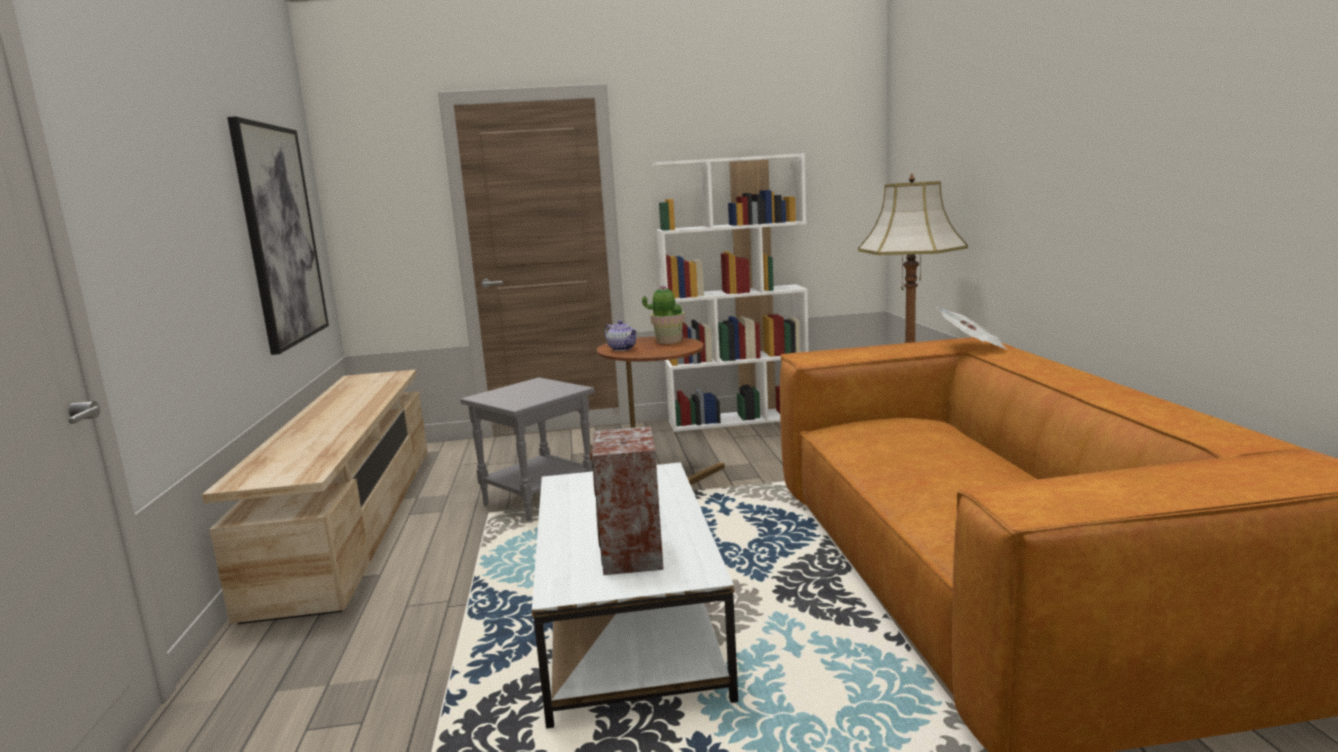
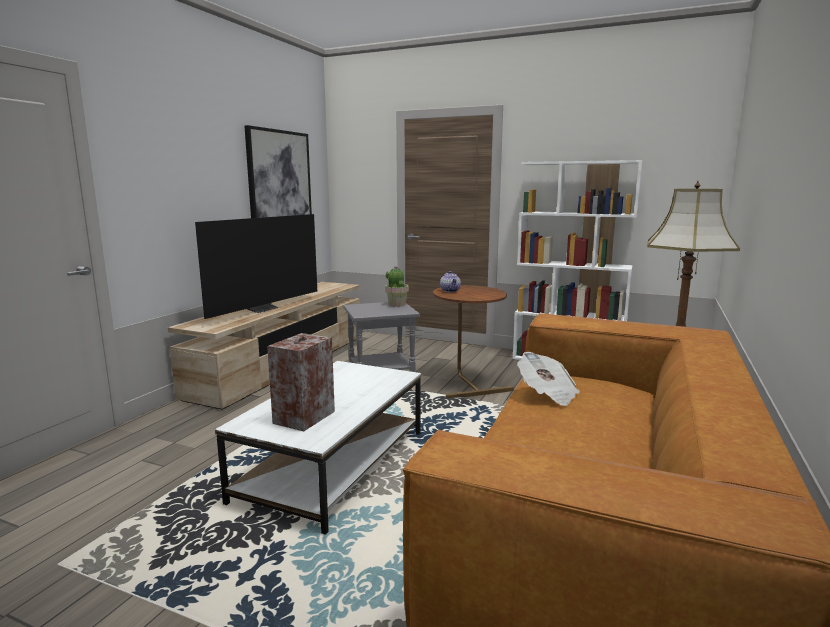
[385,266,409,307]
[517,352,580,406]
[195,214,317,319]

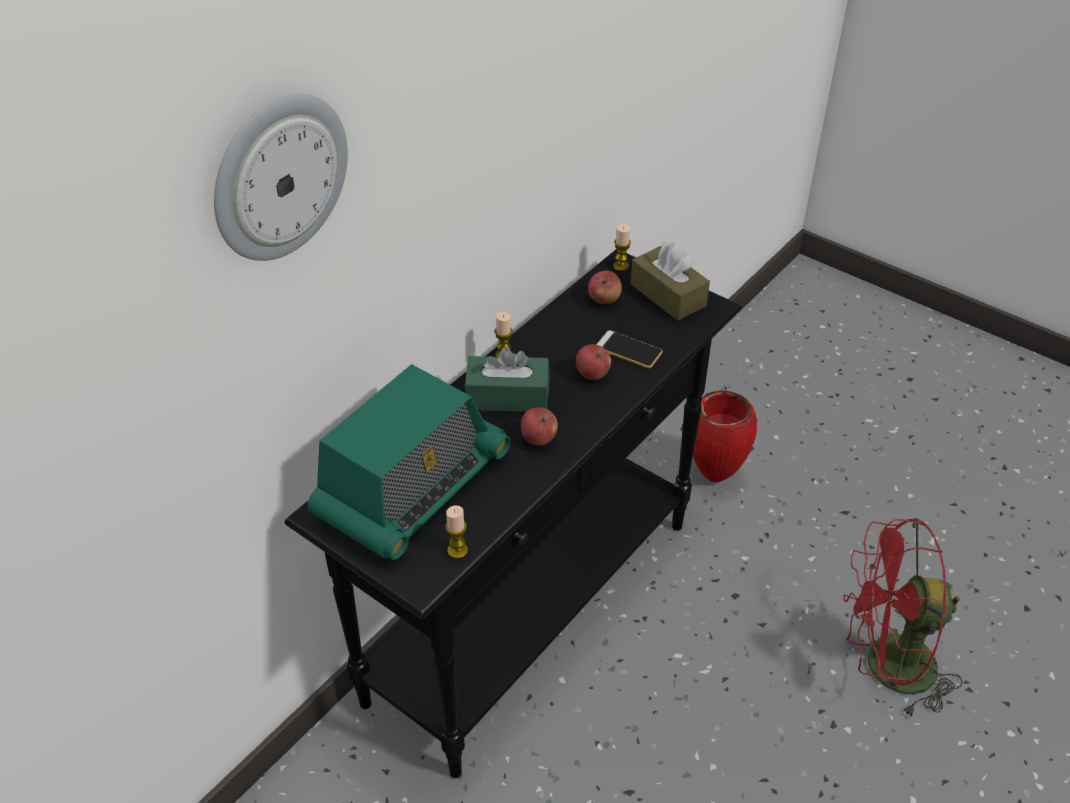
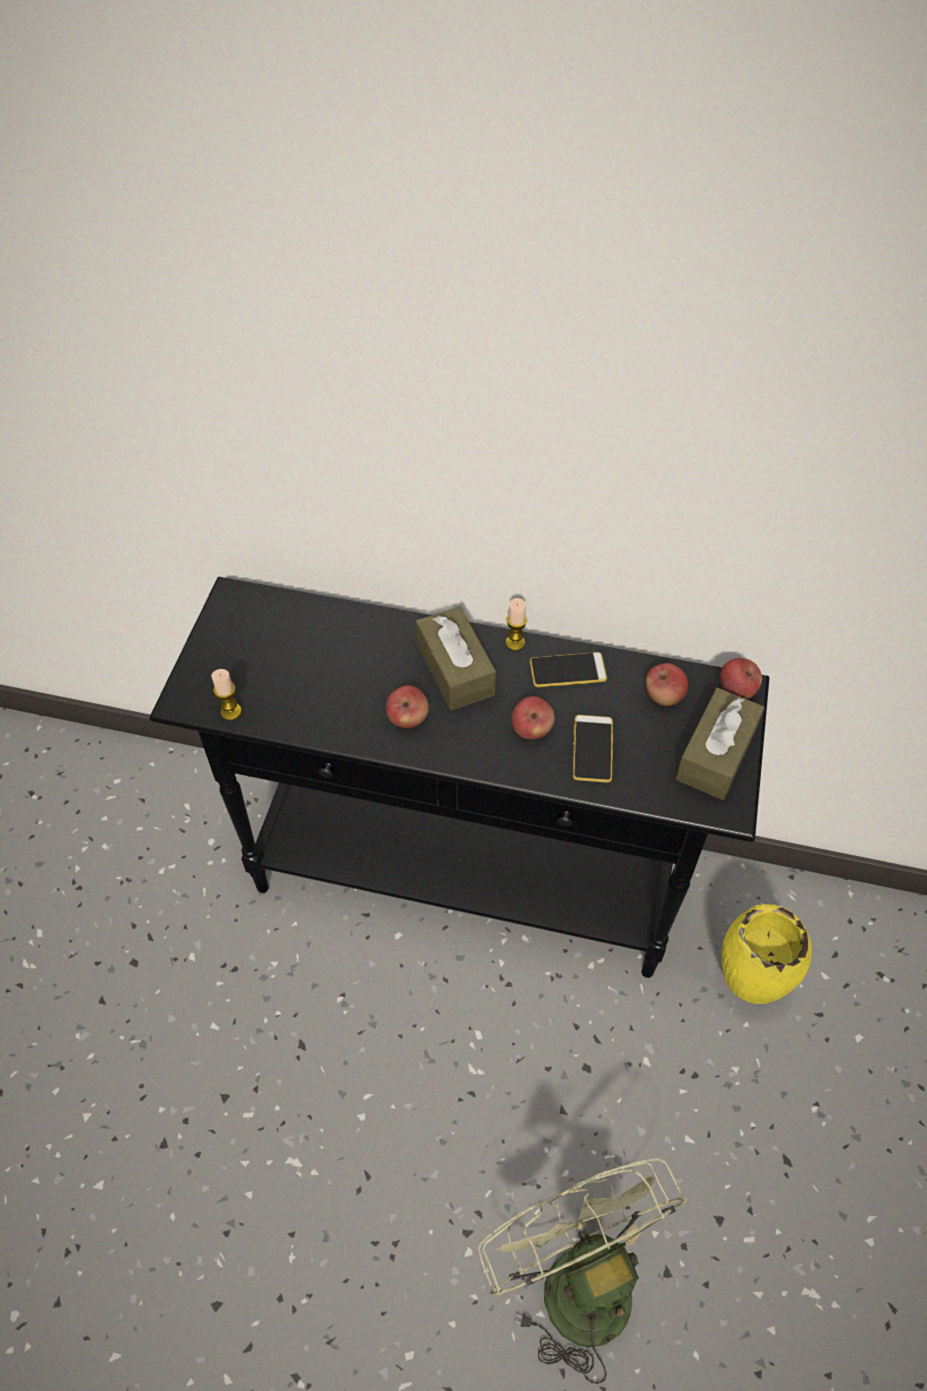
[214,94,348,261] (first image)
[719,658,762,699]
[416,606,496,710]
[307,364,511,560] (first image)
[721,904,812,1004]
[478,1158,686,1384]
[530,652,607,687]

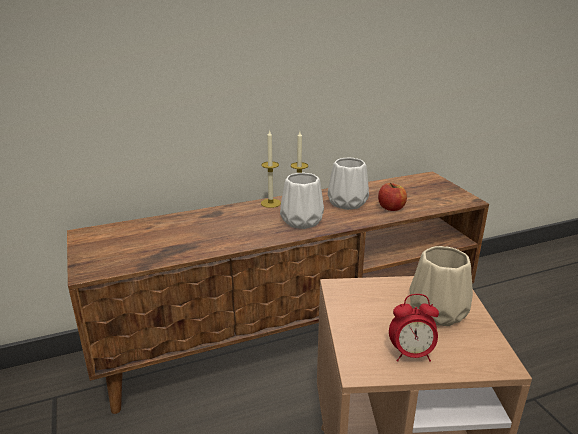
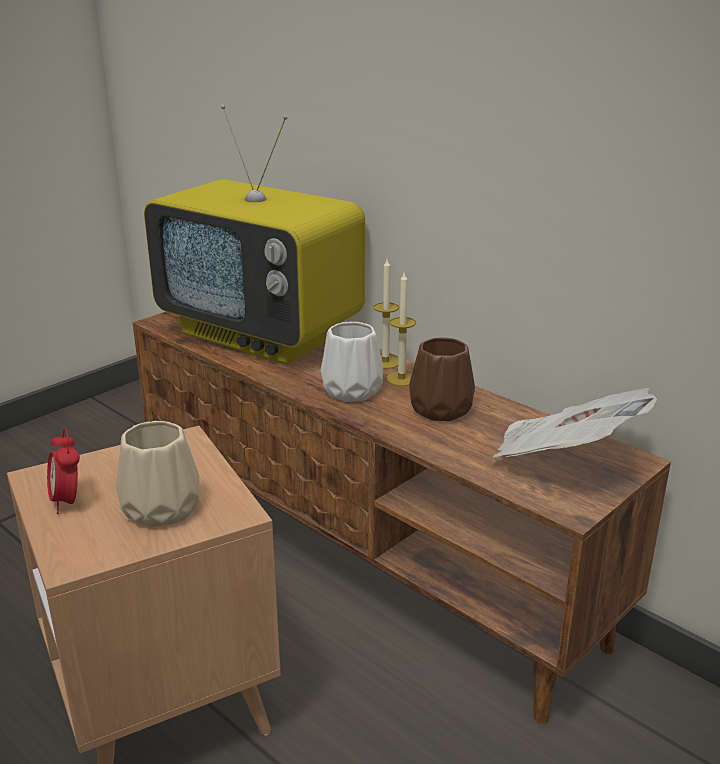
[409,337,475,421]
[378,183,407,211] (first image)
[144,105,365,364]
[492,388,657,458]

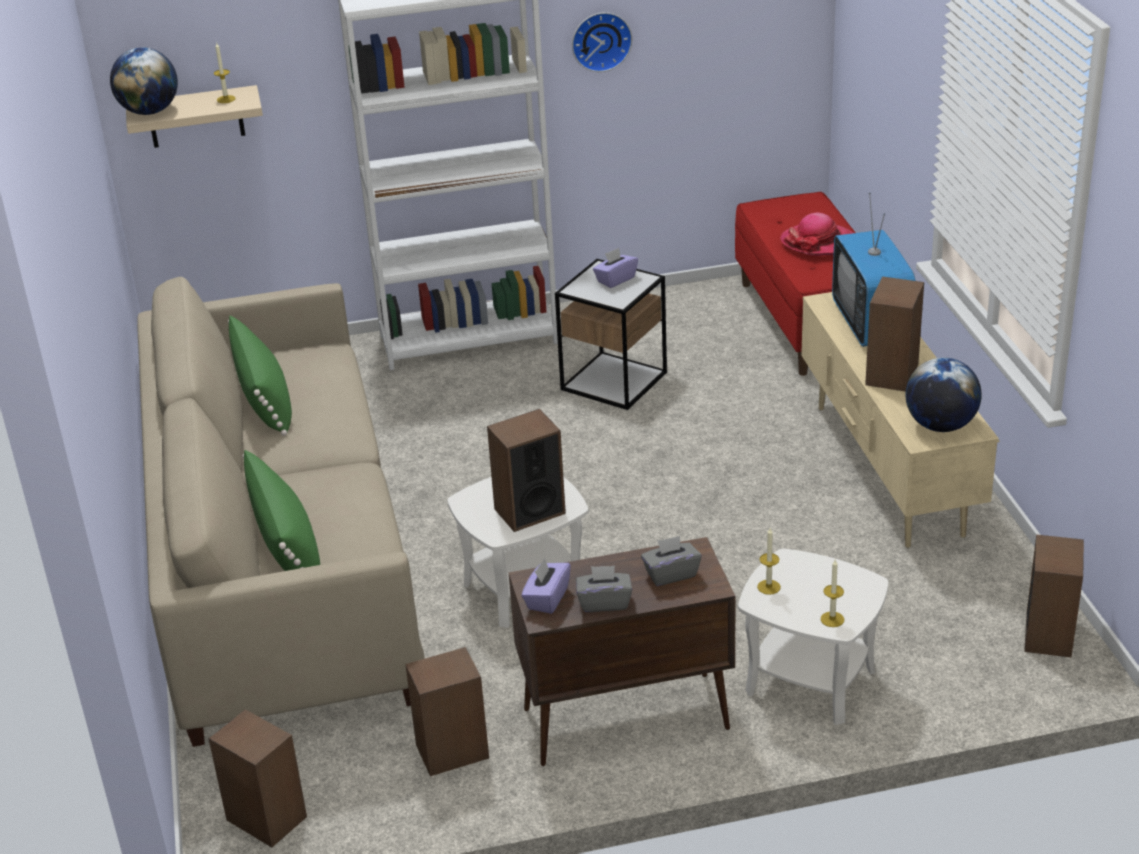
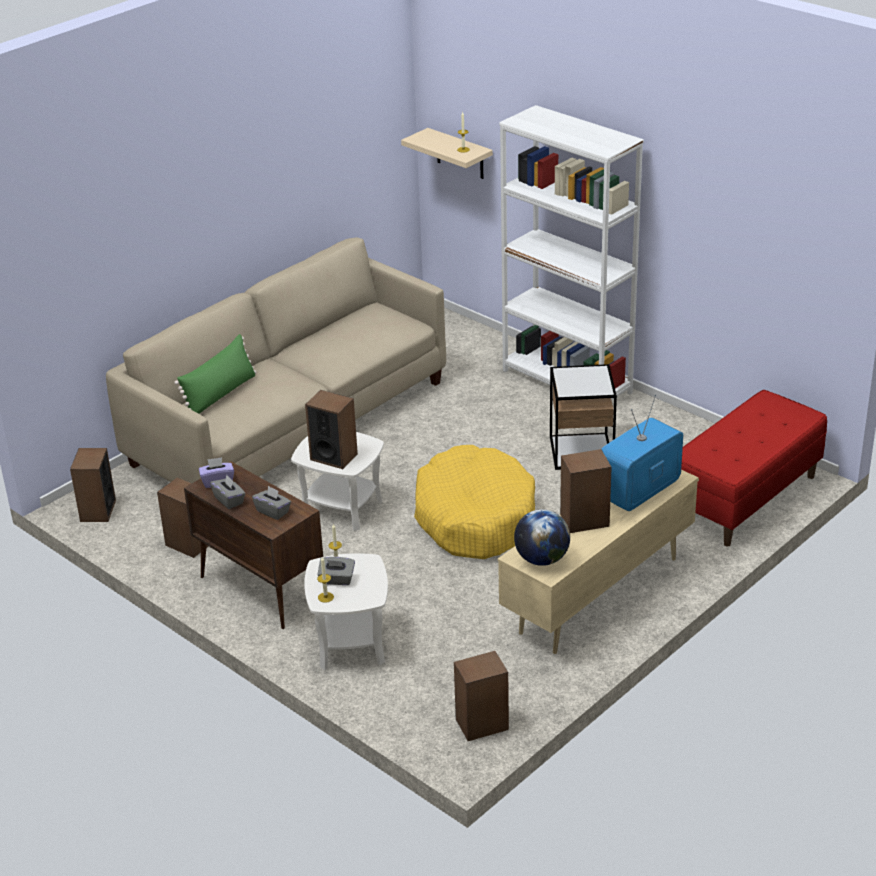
[572,12,632,72] (first image)
[110,47,178,115] (first image)
[780,213,853,256] (first image)
[593,248,638,288] (first image)
[228,316,292,436] (first image)
[414,445,535,559]
[317,557,355,585]

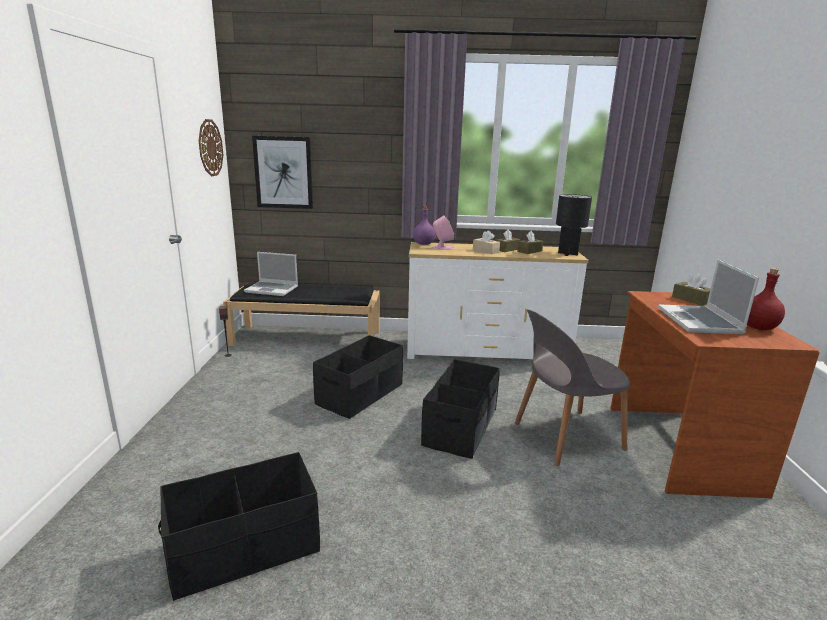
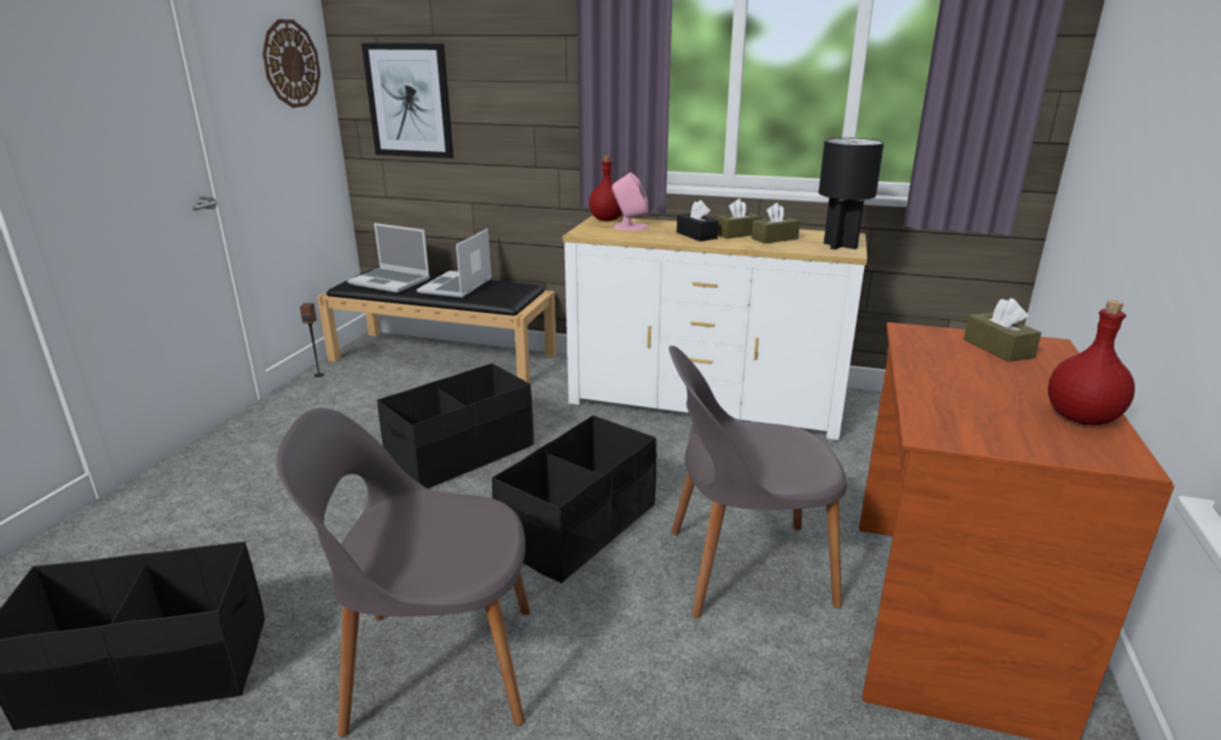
[589,156,622,221]
[677,200,719,241]
[417,229,492,298]
[276,408,530,737]

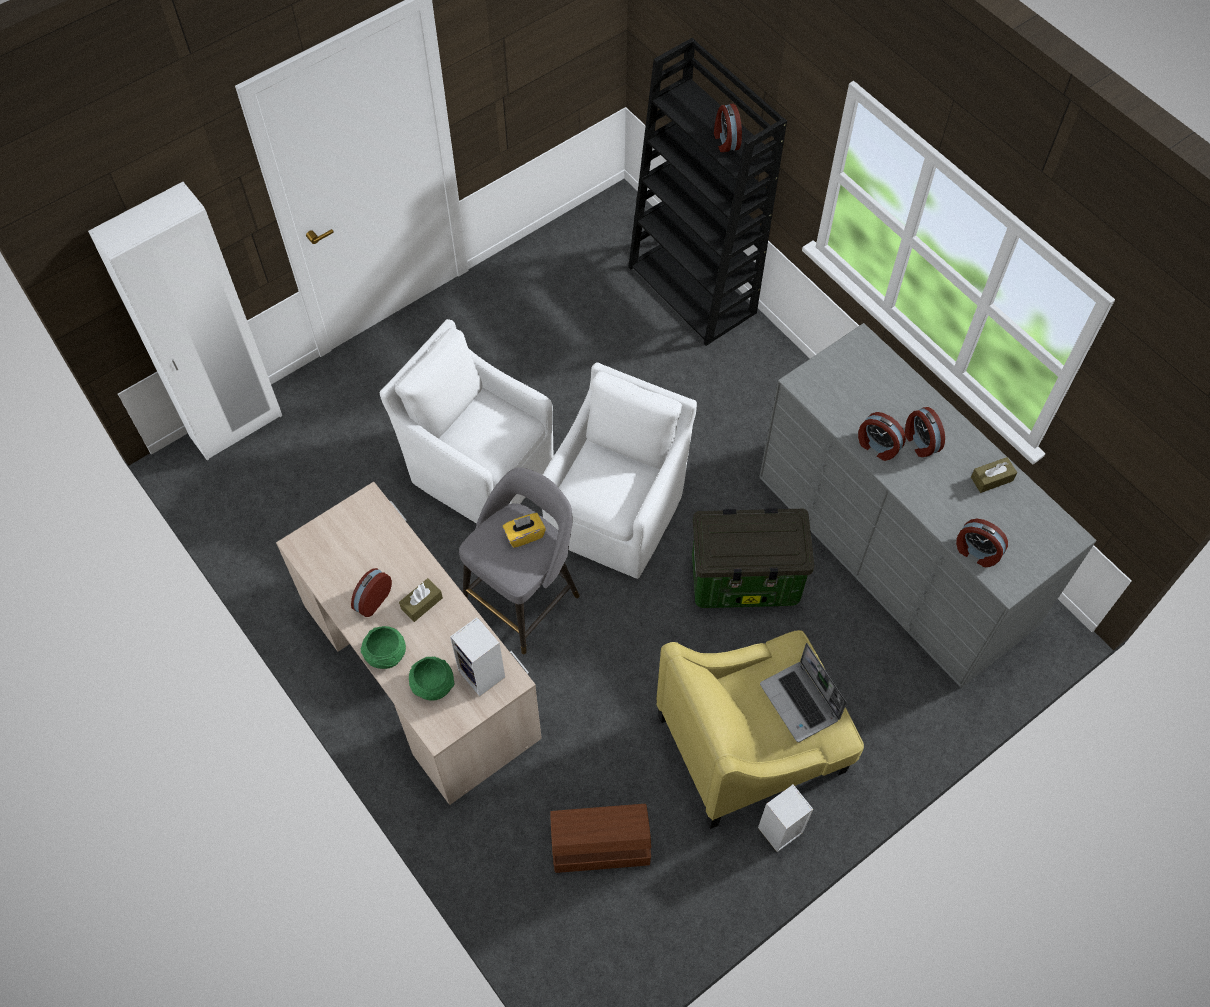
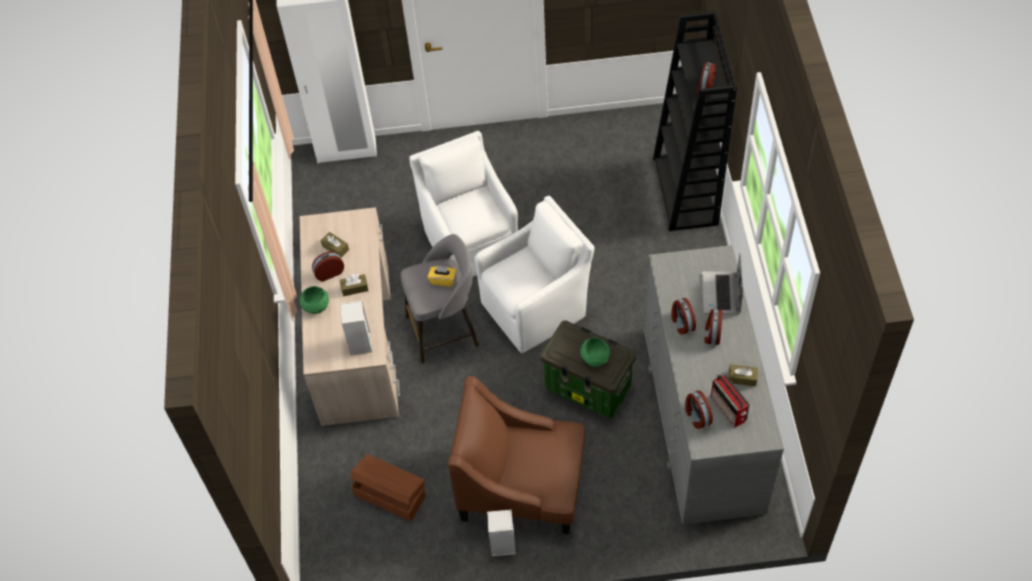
[448,376,585,534]
[702,253,743,315]
[580,338,610,367]
[321,232,349,257]
[711,374,750,428]

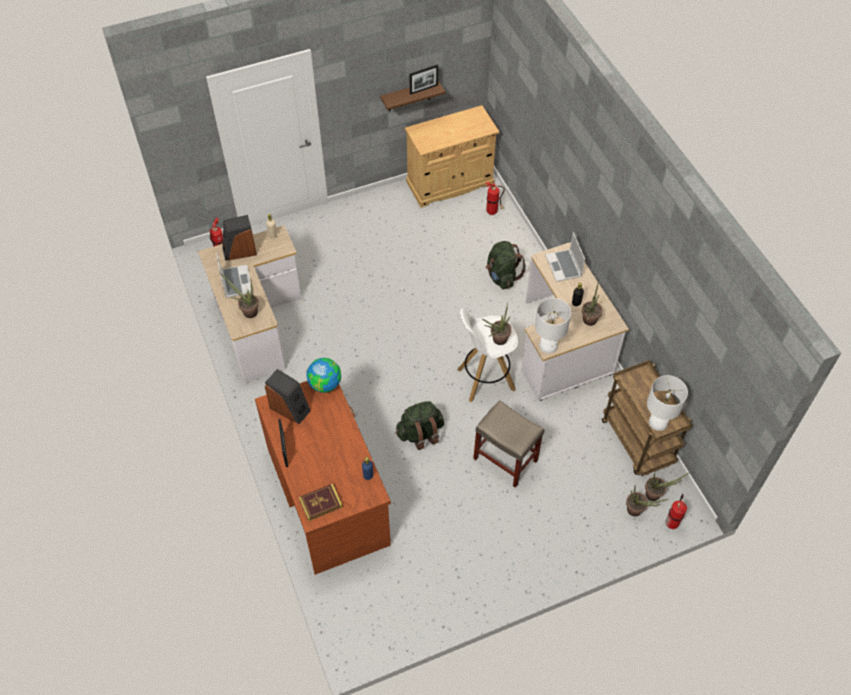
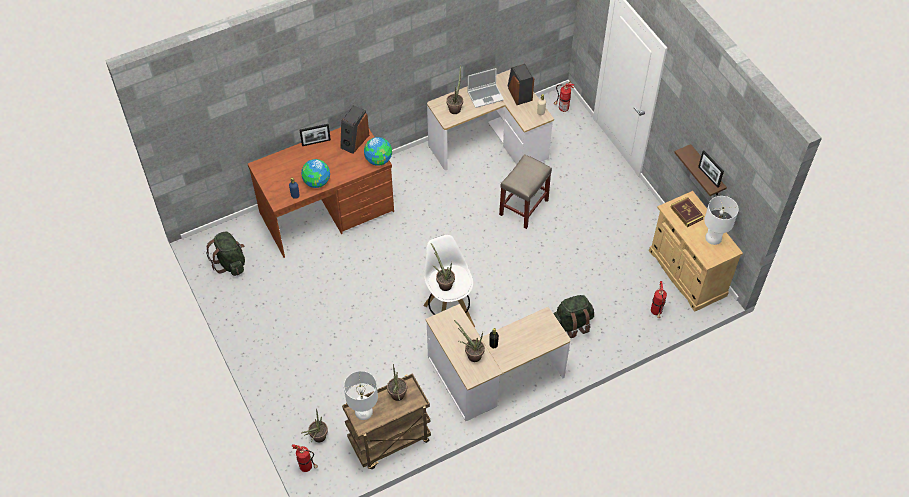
[545,232,585,282] (first image)
[704,196,739,245]
[499,154,552,229]
[206,232,245,276]
[387,364,407,401]
[670,197,704,227]
[301,159,330,188]

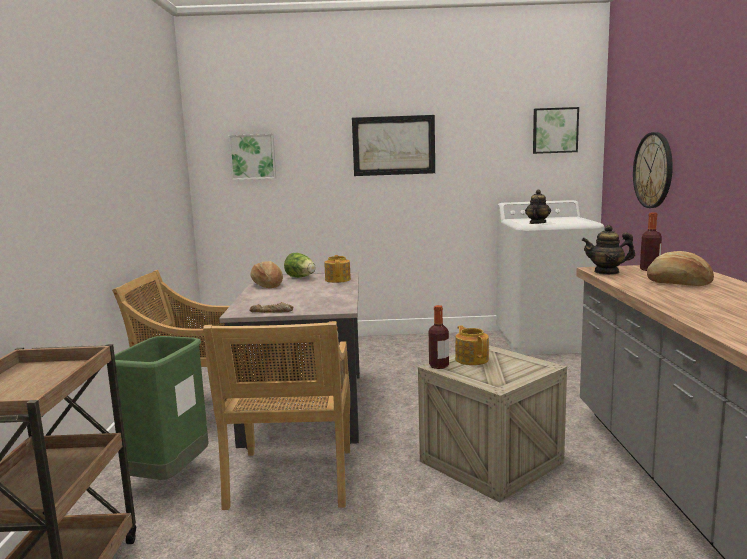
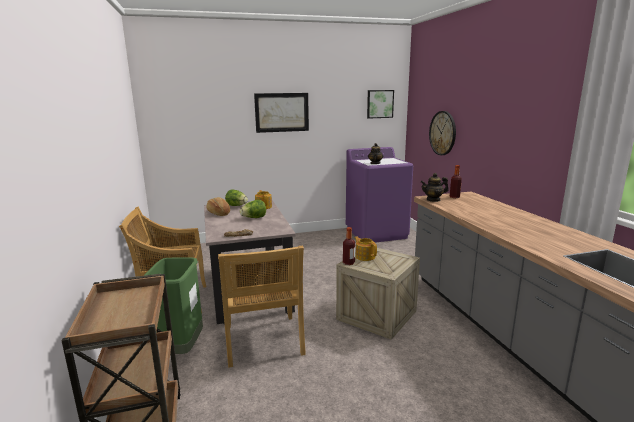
[228,134,276,180] (first image)
[346,147,413,243]
[647,251,714,286] (first image)
[240,200,266,218]

